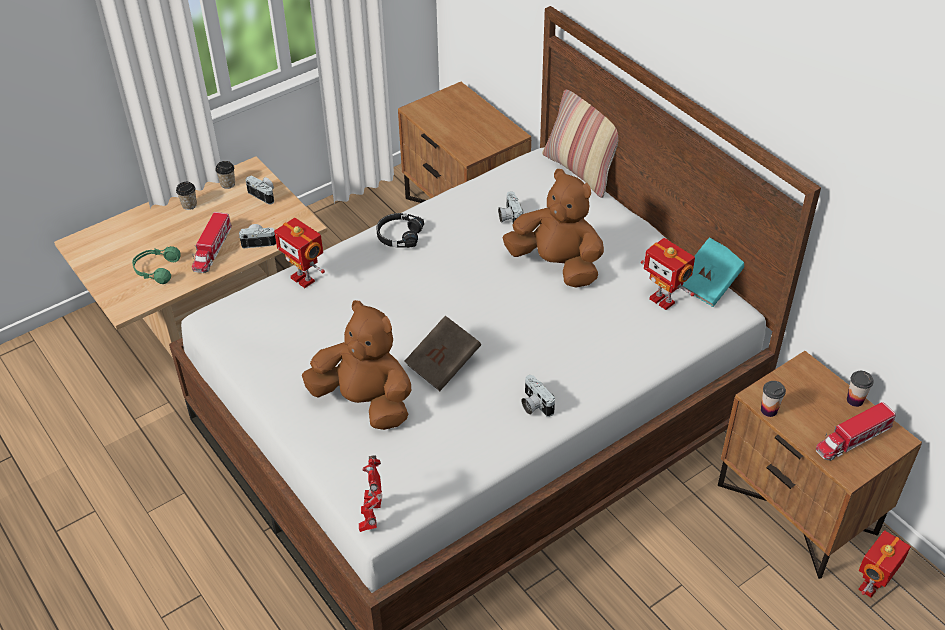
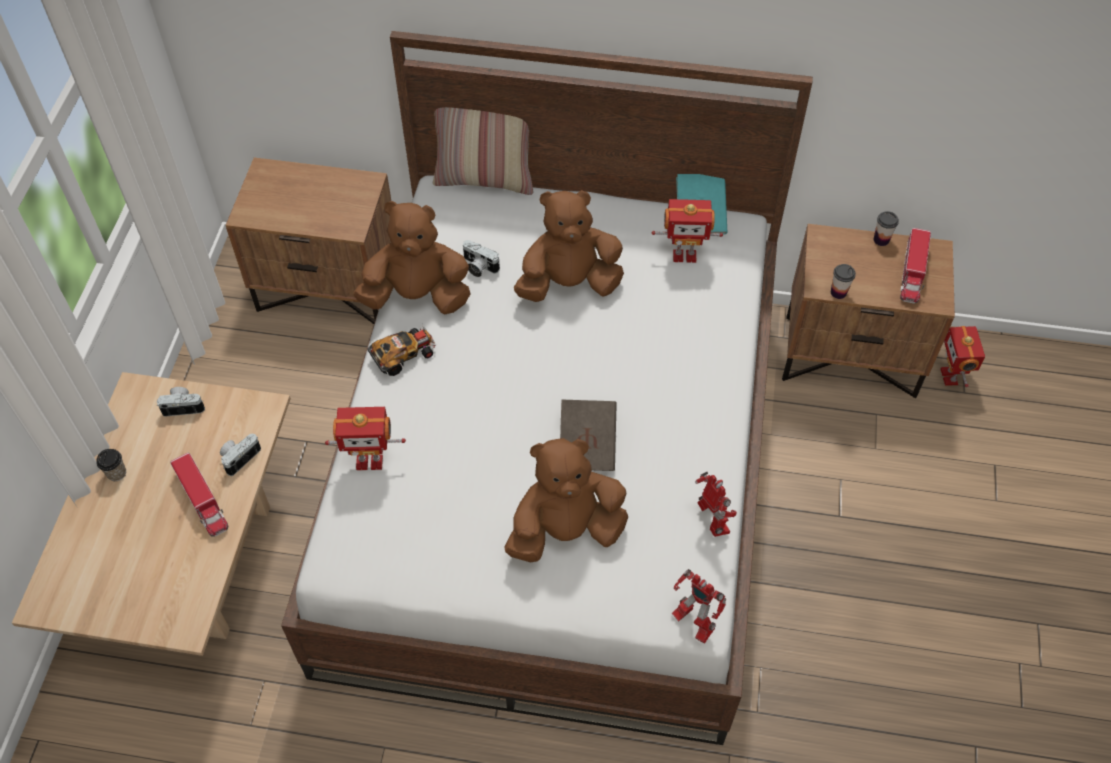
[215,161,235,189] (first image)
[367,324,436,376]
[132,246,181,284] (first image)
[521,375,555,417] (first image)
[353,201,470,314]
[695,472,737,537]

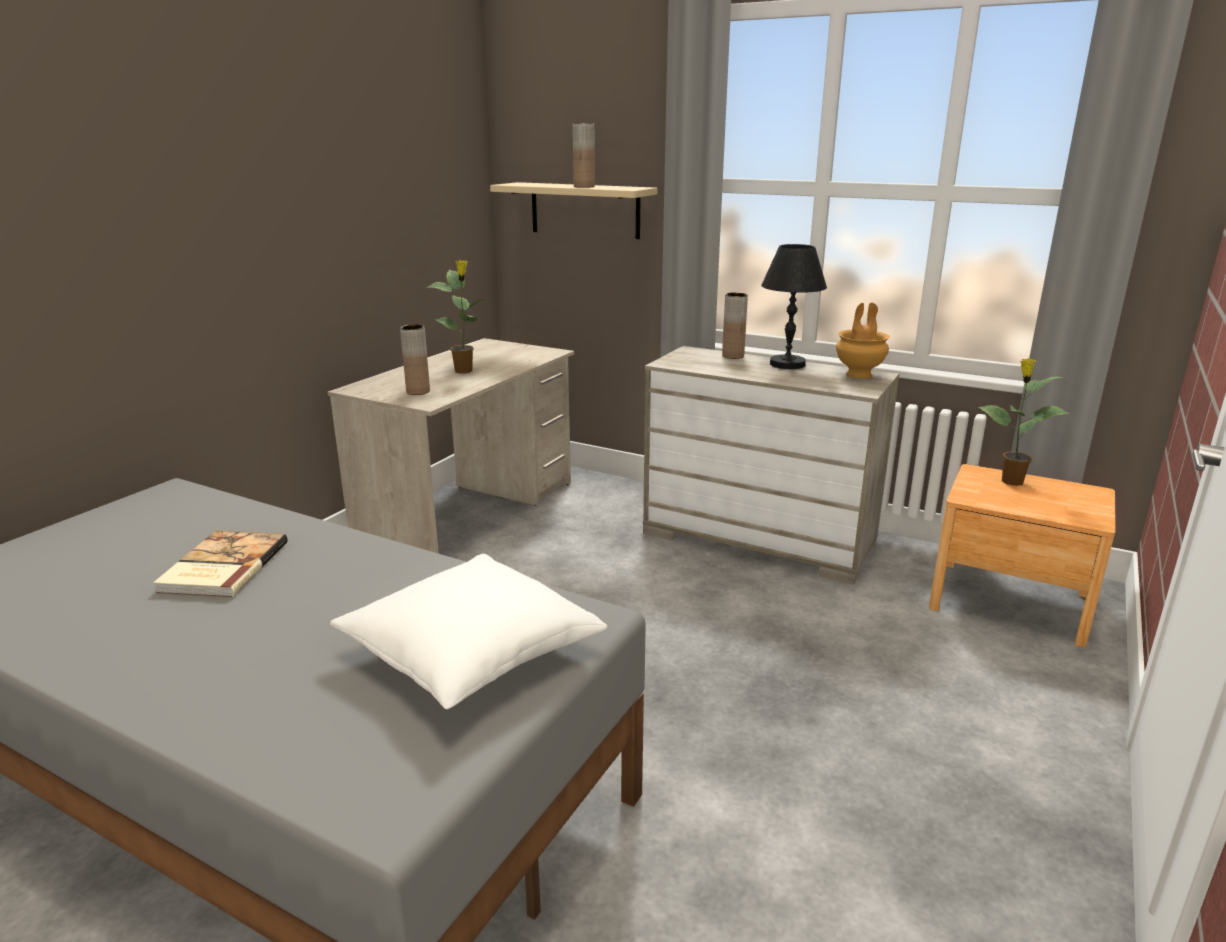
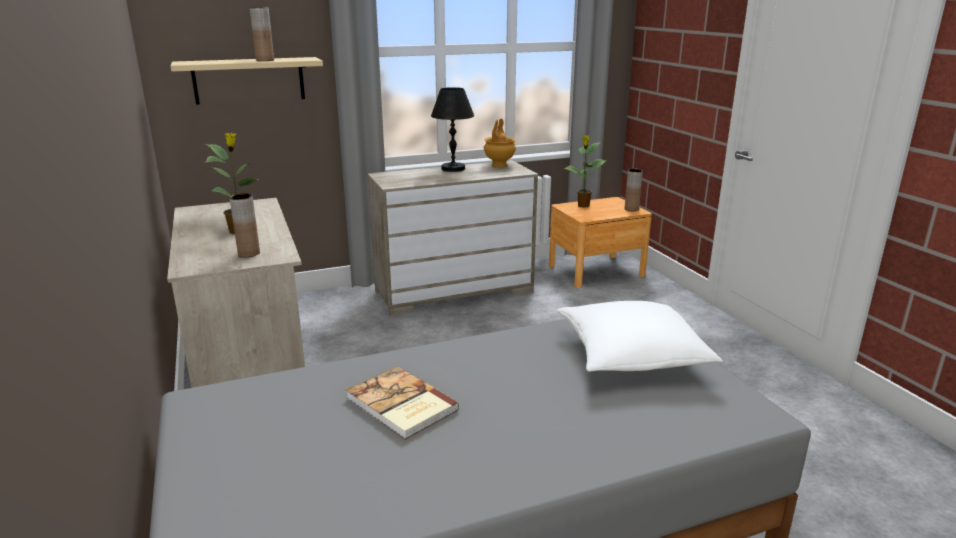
[625,169,643,211]

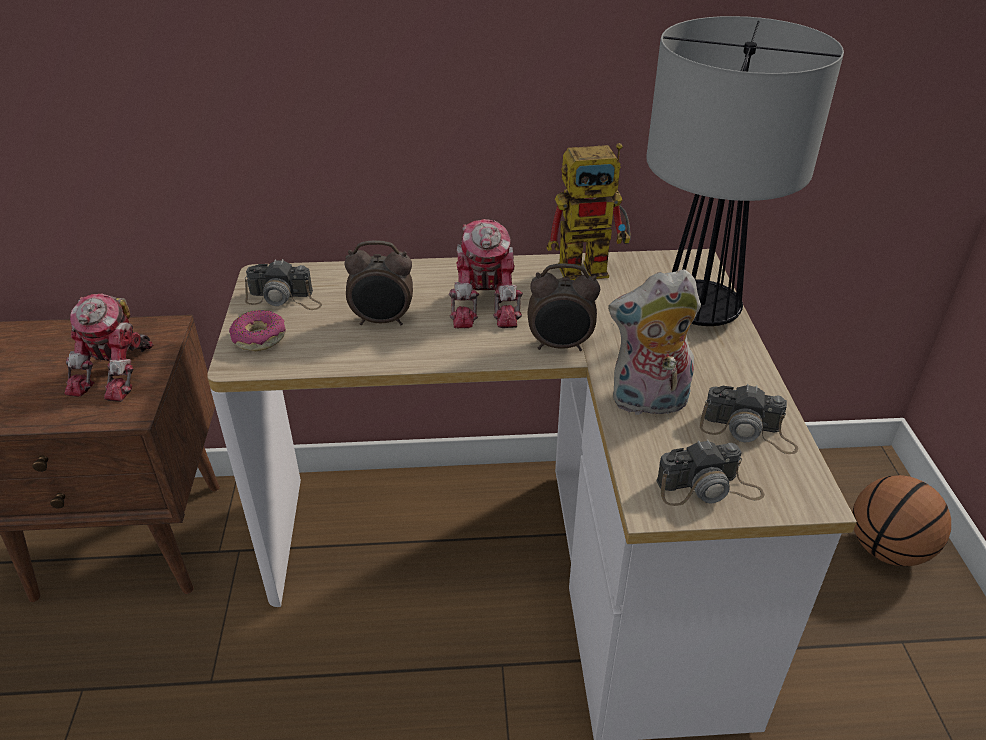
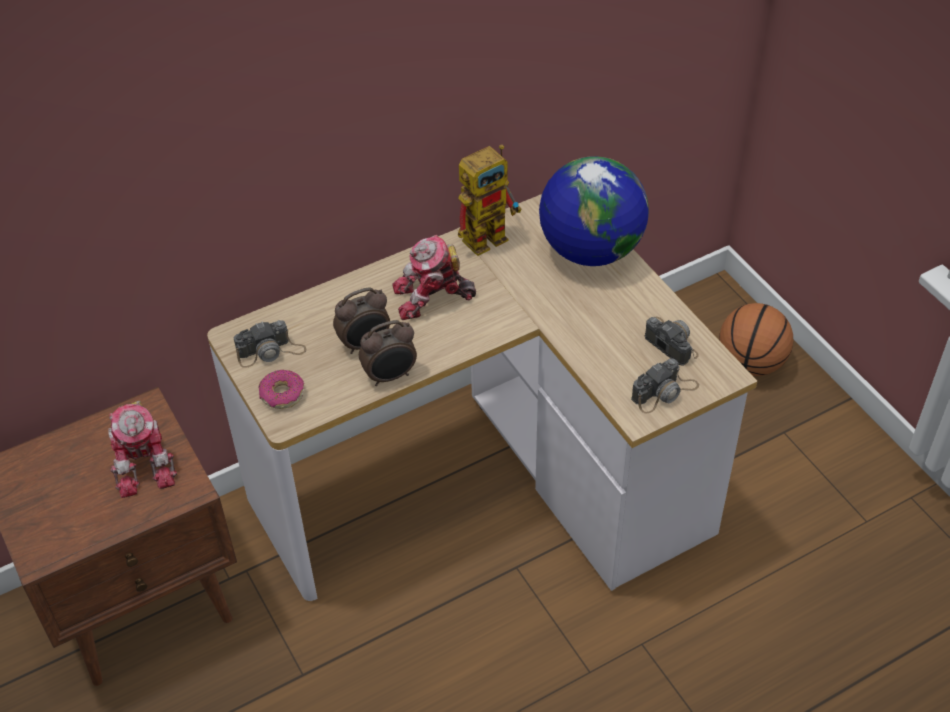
[539,156,649,266]
[392,235,476,320]
[359,320,417,386]
[608,269,701,419] (first image)
[645,317,699,366]

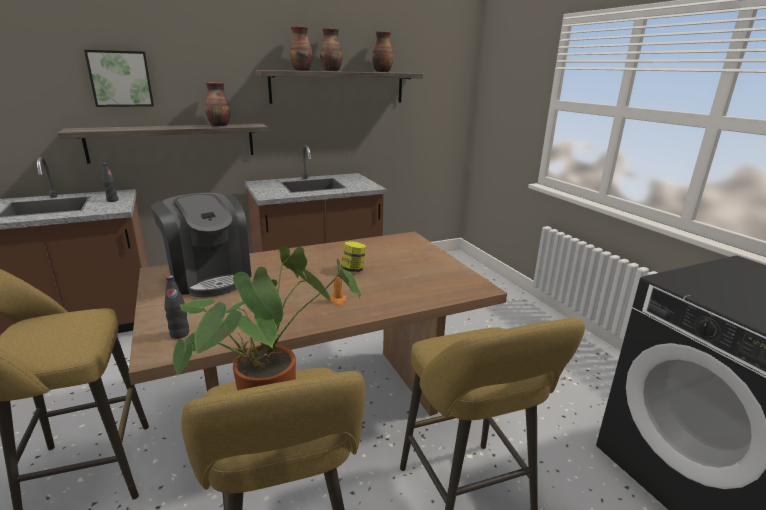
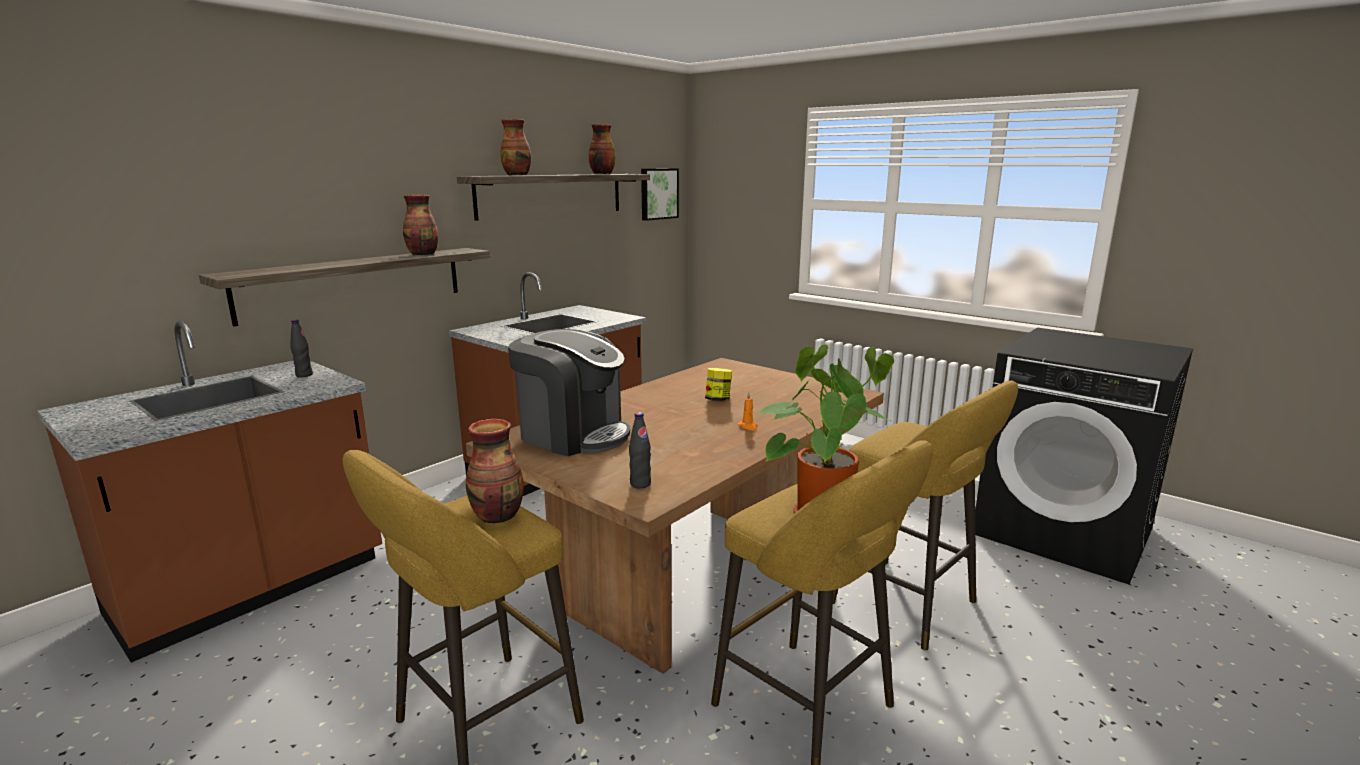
[466,419,524,523]
[641,168,679,221]

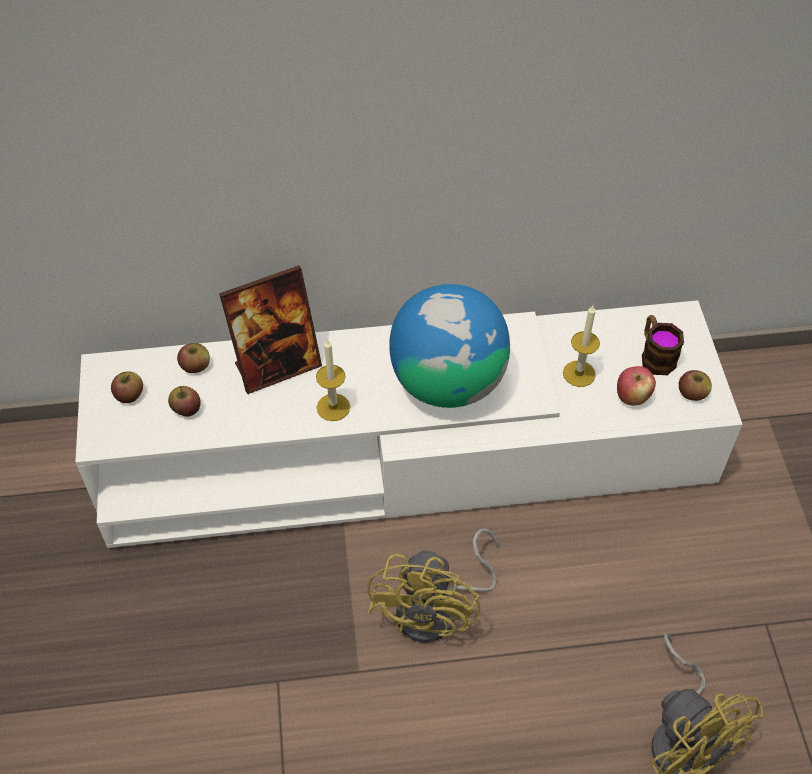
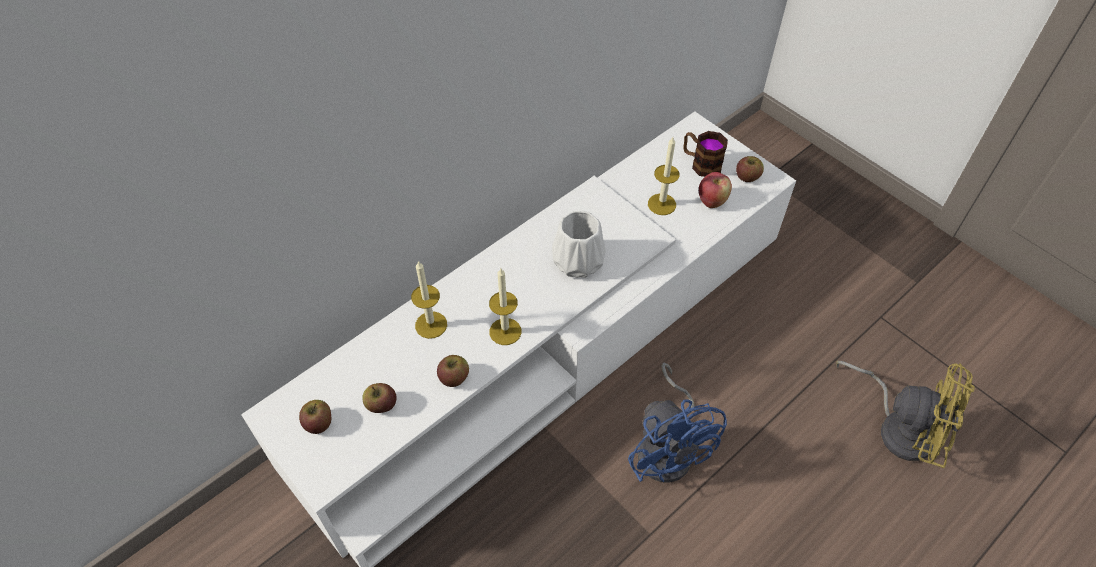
[411,261,447,339]
[552,211,606,278]
[437,355,469,387]
[628,363,727,483]

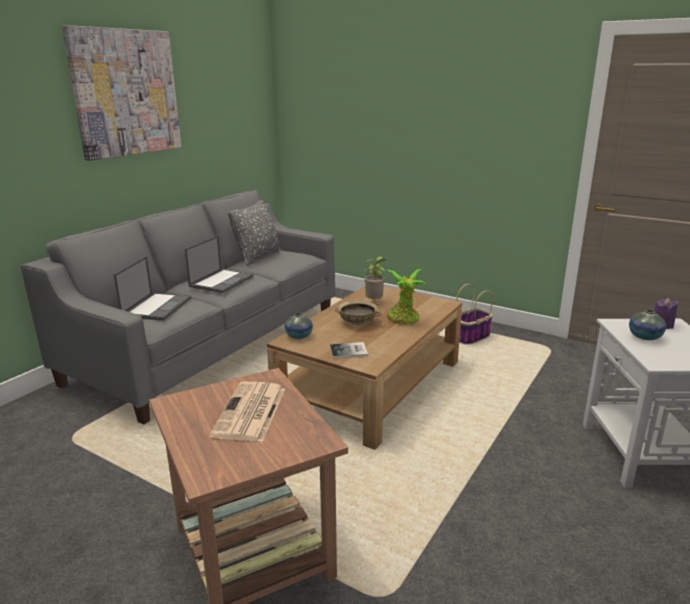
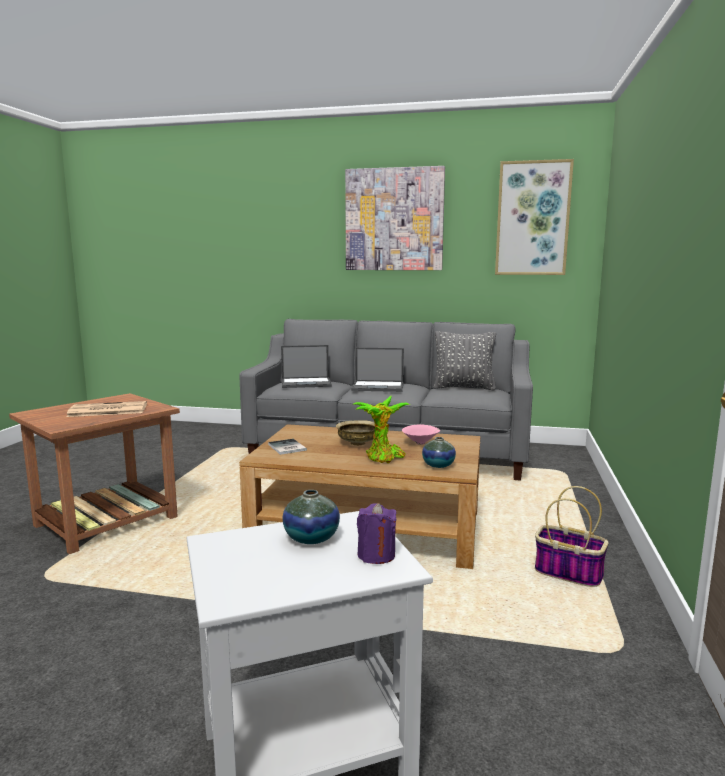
[402,424,440,445]
[422,437,456,468]
[495,159,574,275]

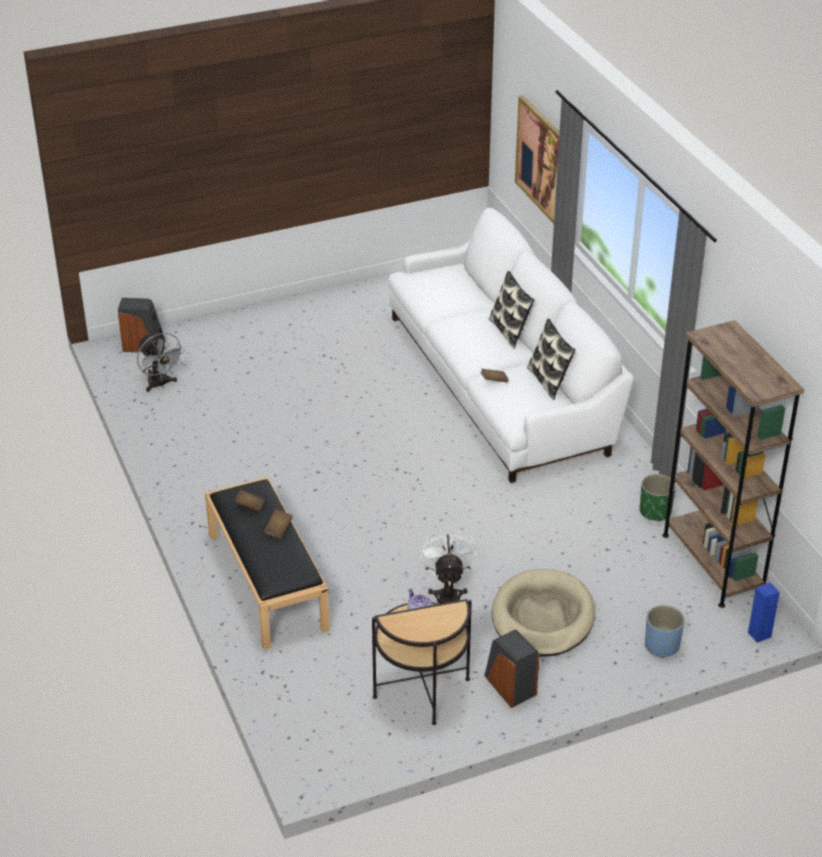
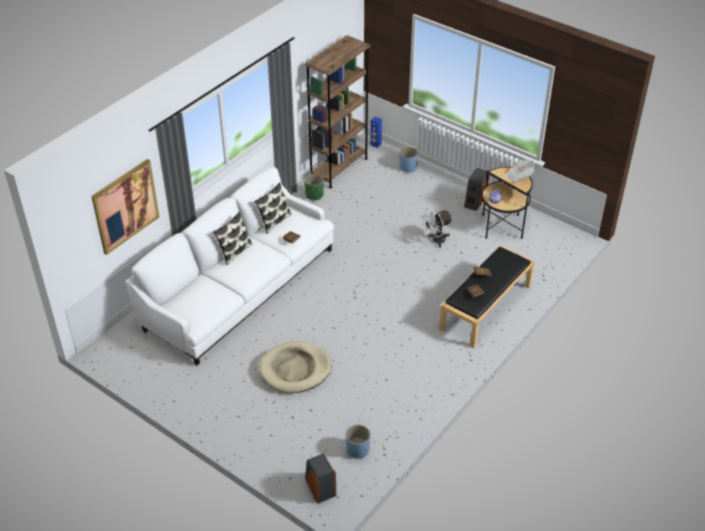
[346,425,371,459]
[259,341,331,393]
[505,159,535,183]

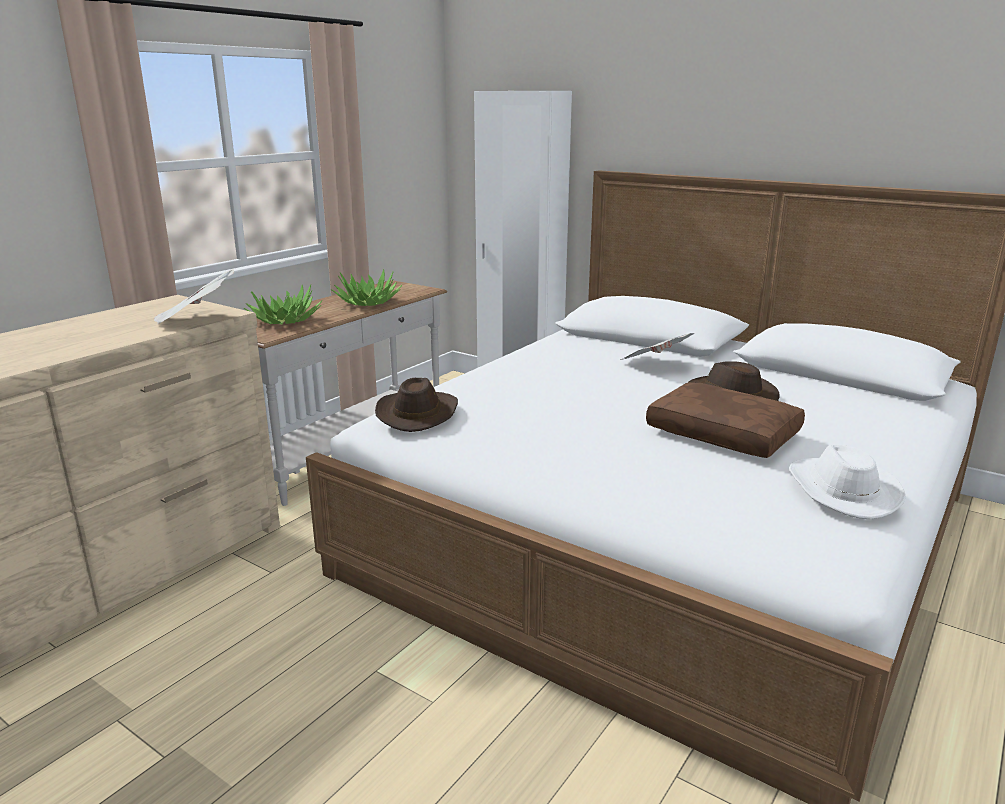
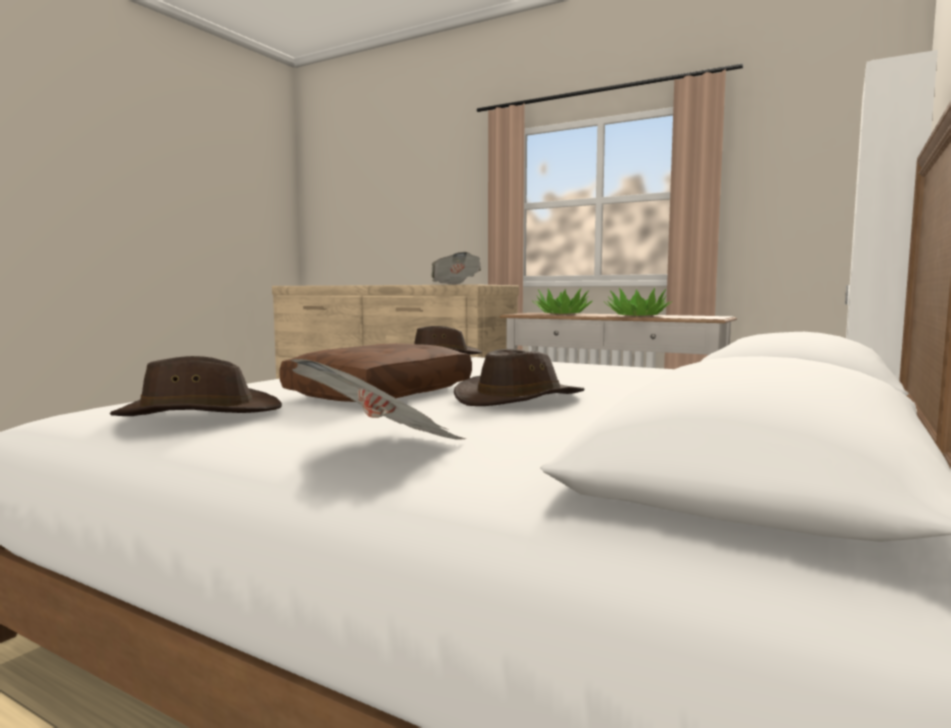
[290,359,466,439]
[110,356,282,416]

